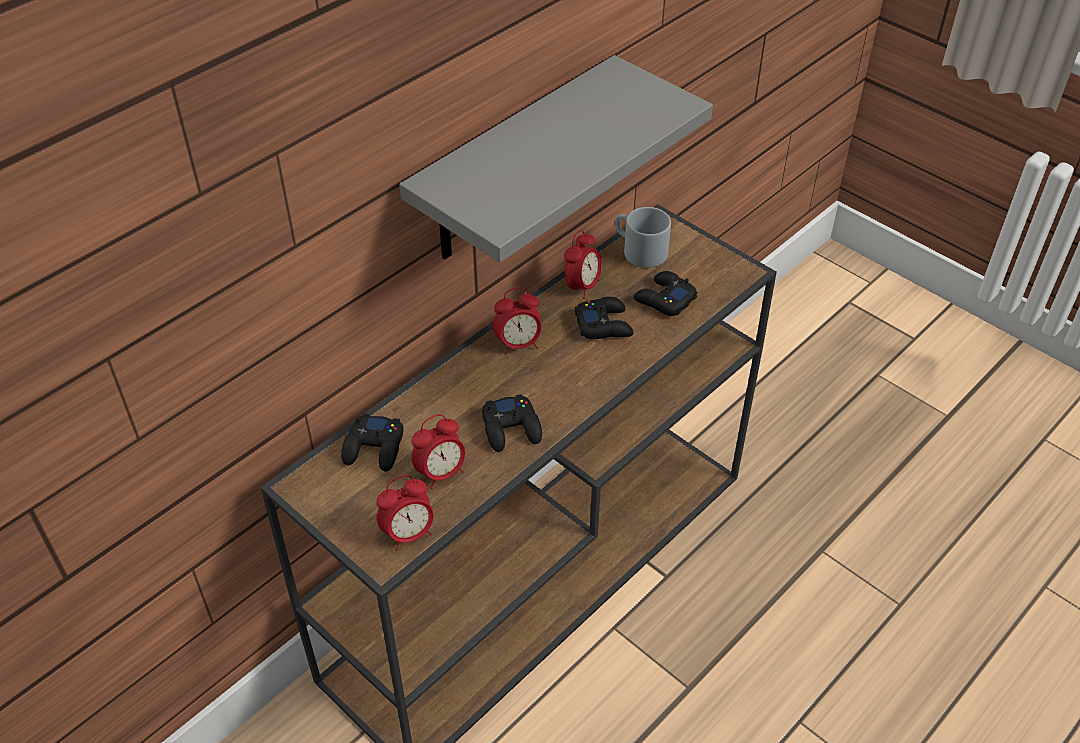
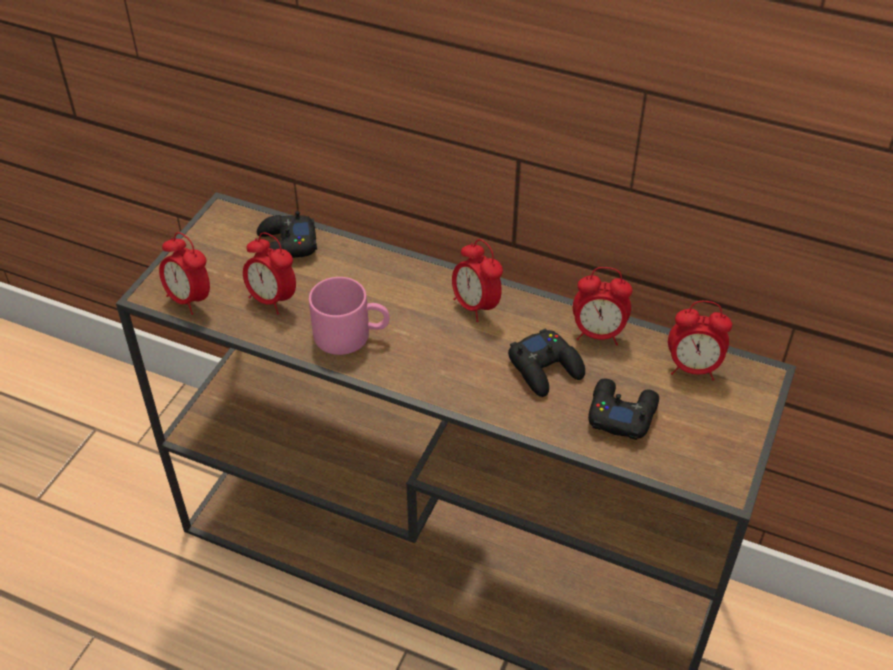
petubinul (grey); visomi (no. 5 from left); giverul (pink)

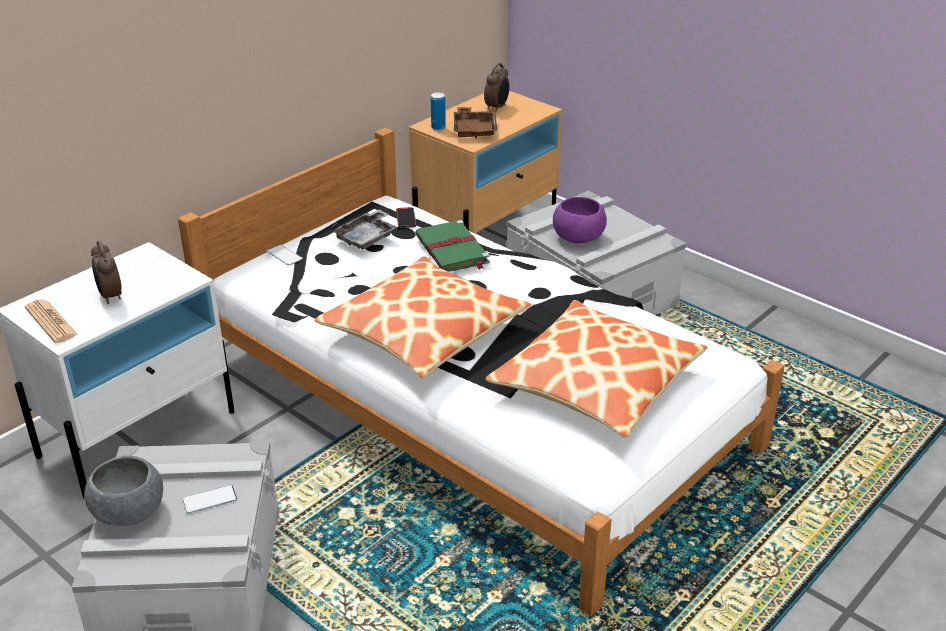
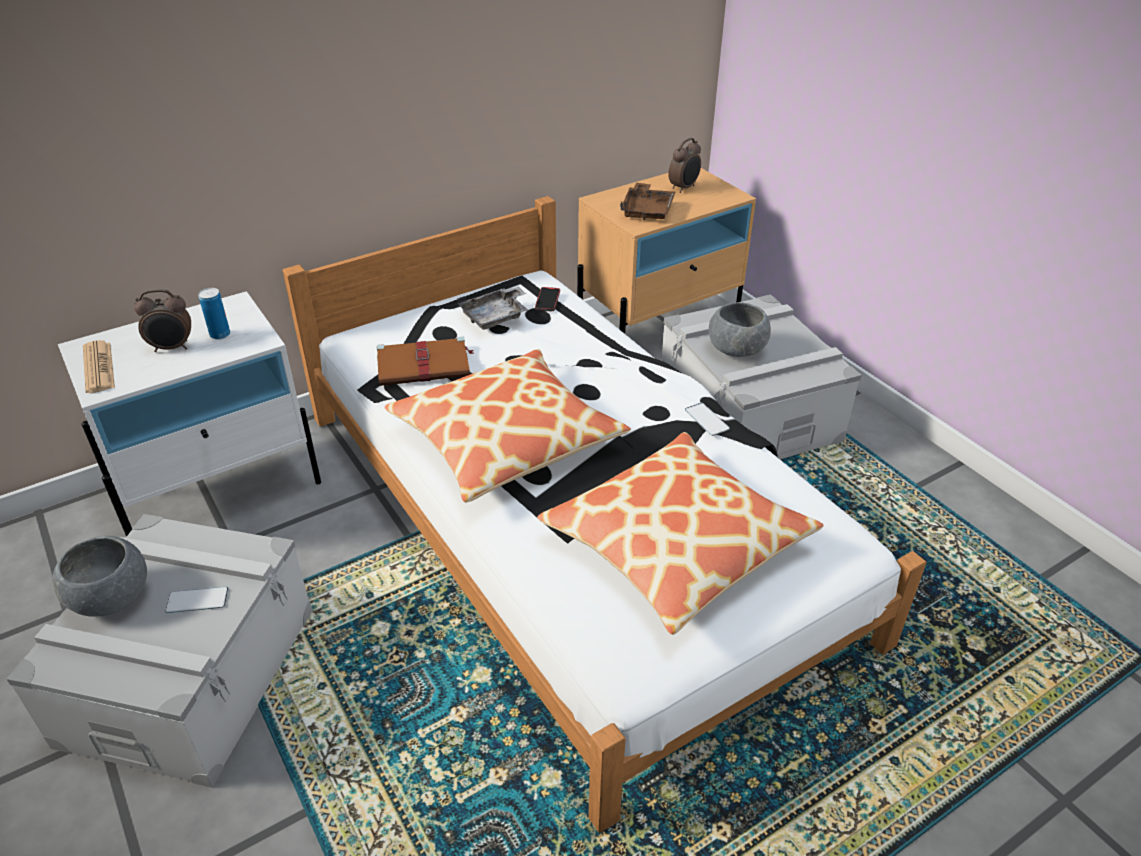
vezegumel; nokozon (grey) (no. 2 from left); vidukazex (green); visomi (no. 1 from left); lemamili (no. 3 from left); vidukazex (brown)

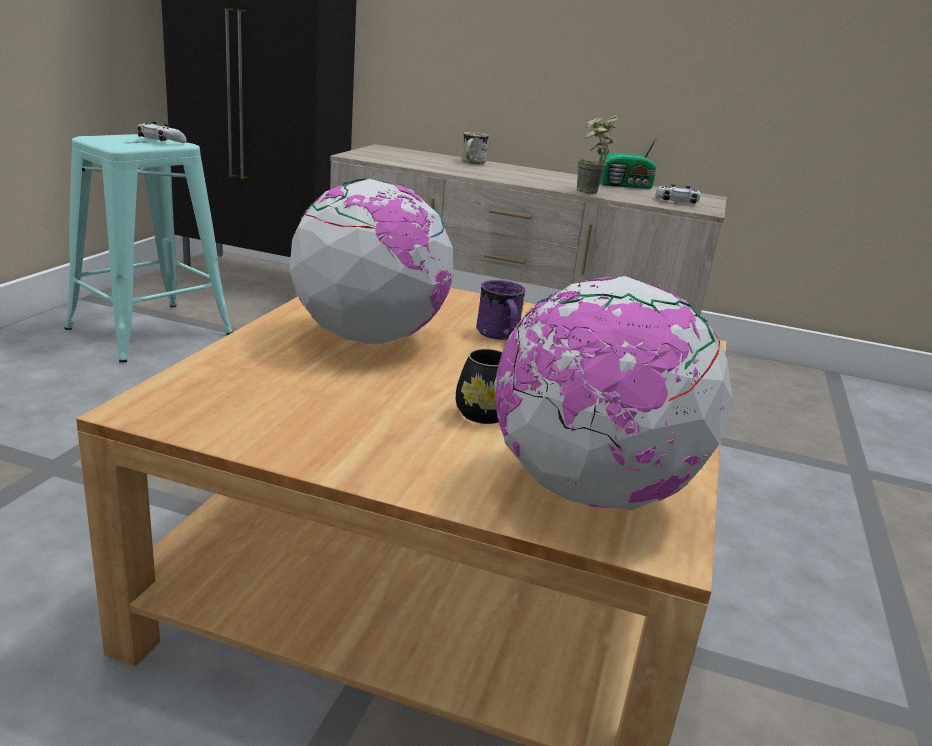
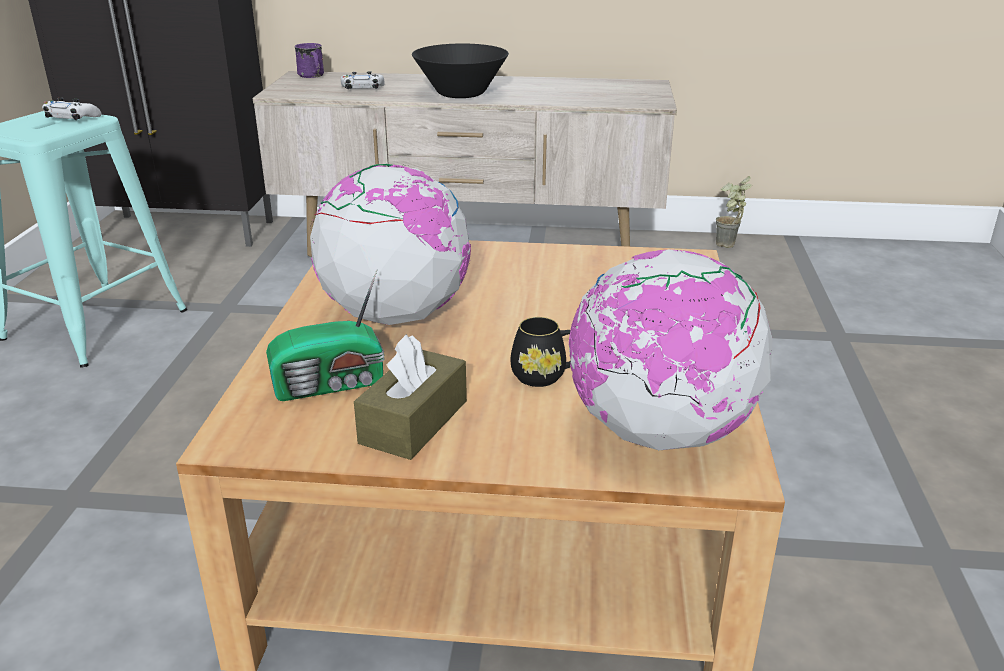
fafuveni; giverul (white); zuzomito; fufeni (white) (no. 2 from left); giverul (purple); nokozon (black); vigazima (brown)

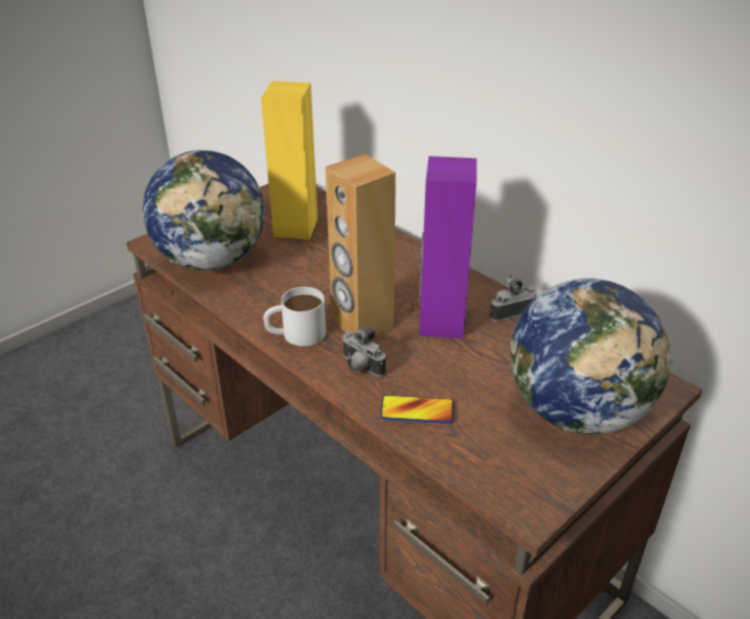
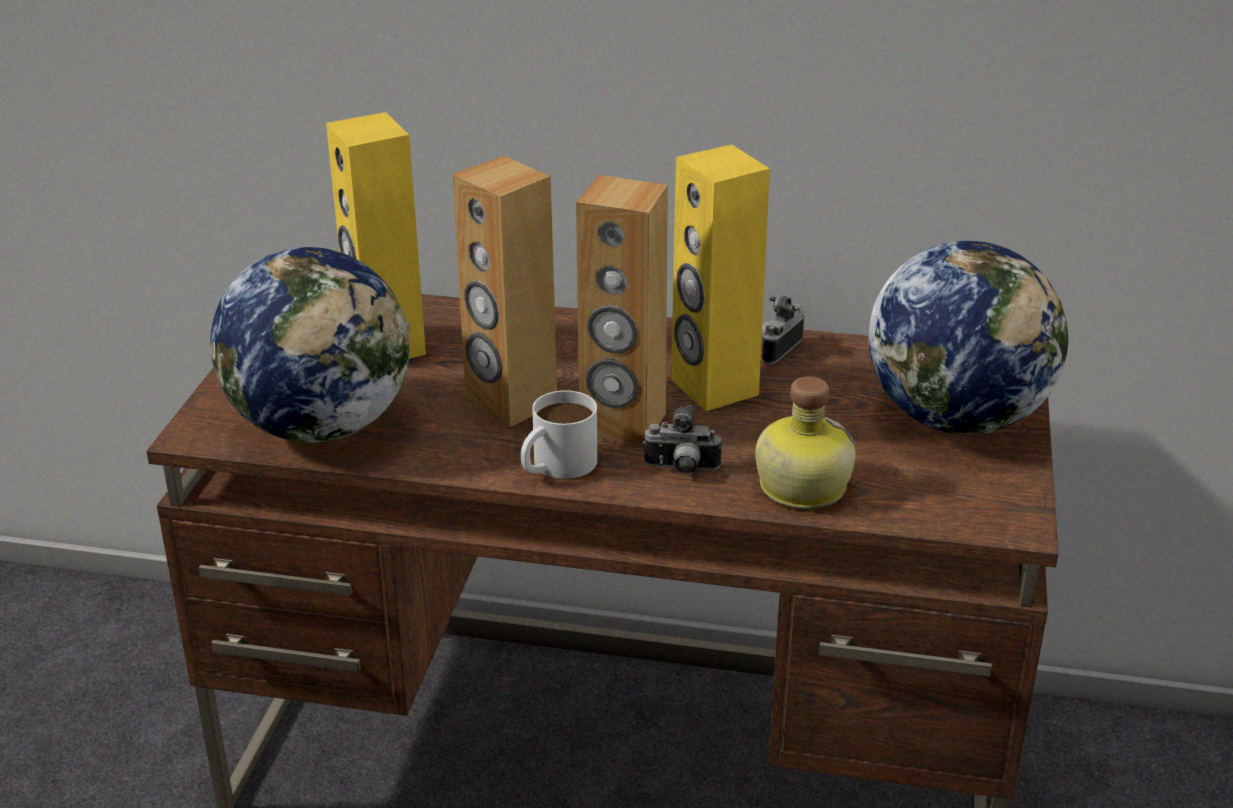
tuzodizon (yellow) (no. 2 from left); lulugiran; tuzodizon (brown) (no. 1 from left)

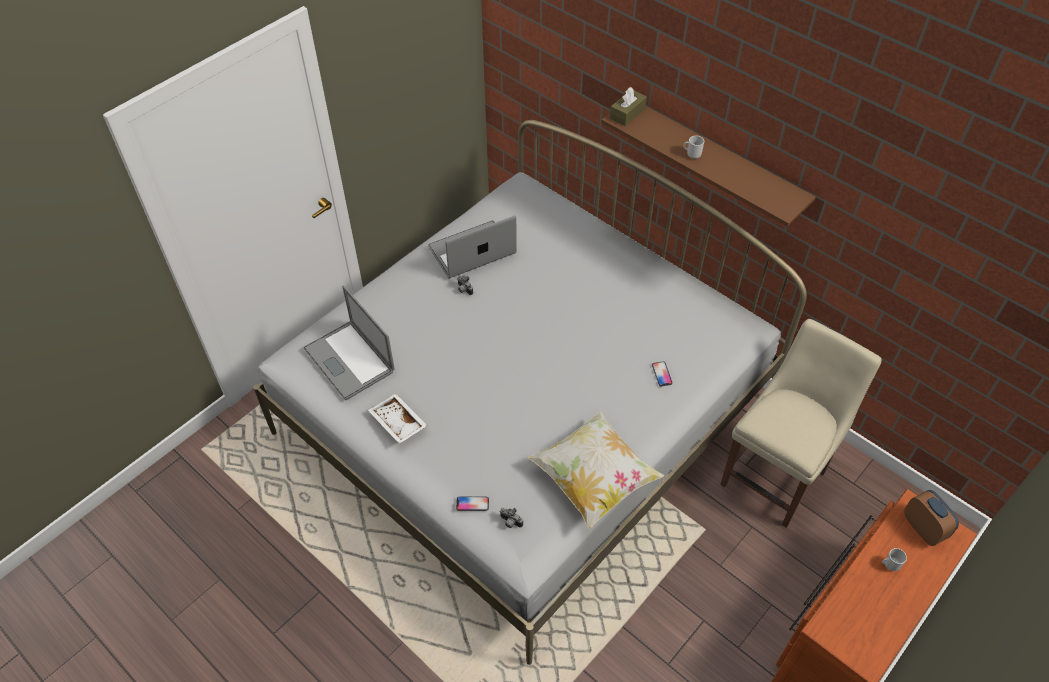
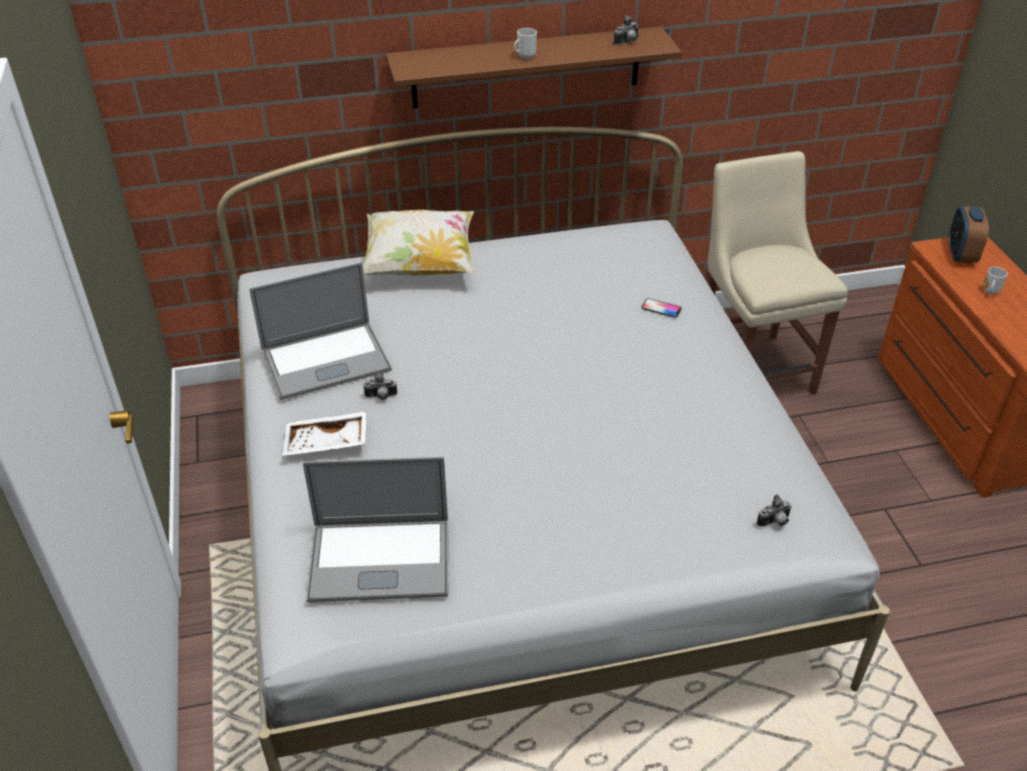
vigazima (brown); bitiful (no. 1 from left); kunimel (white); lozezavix; visomi; lemamili (no. 1 from left in the first image); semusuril (no. 2 from left)

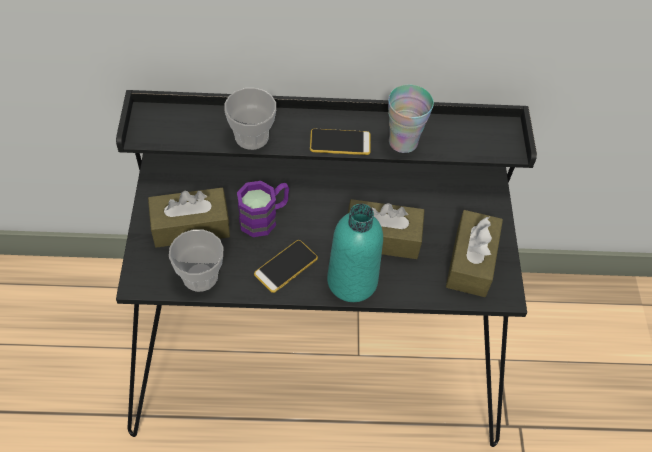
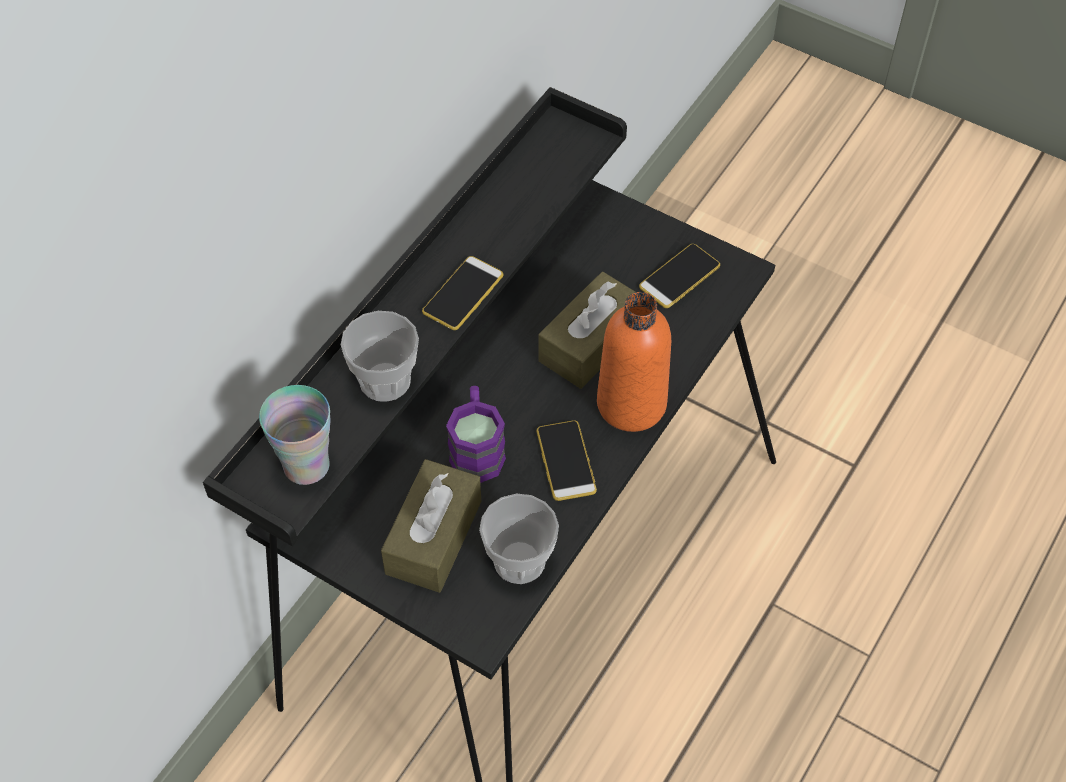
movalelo (no. 1 from left); lulugiran (orange); lemamili (no. 3 from left)

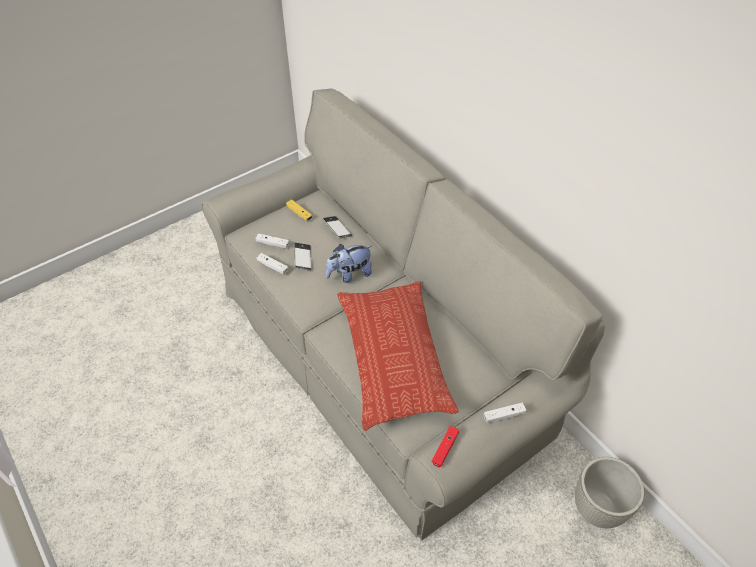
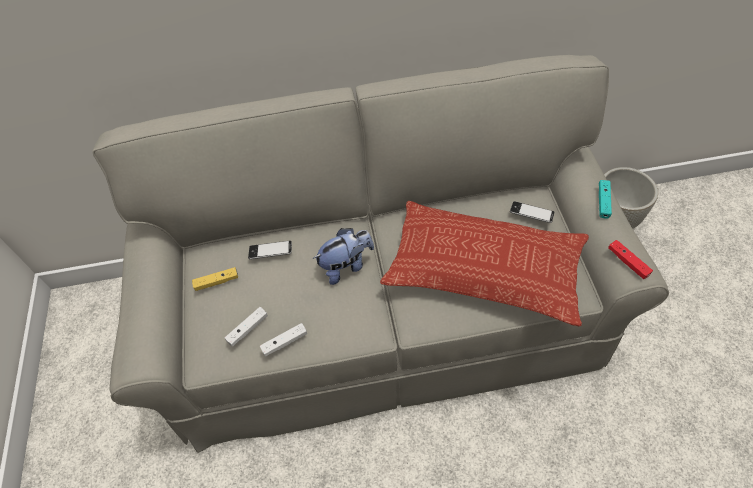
lemamili (no. 2 from left); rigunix; fufeni (turquoise)

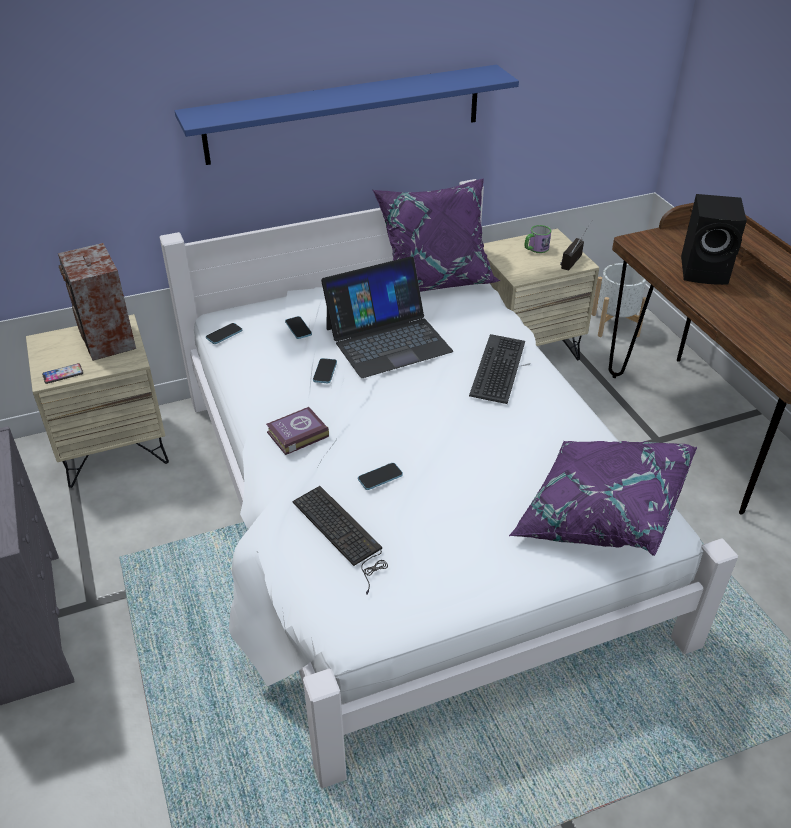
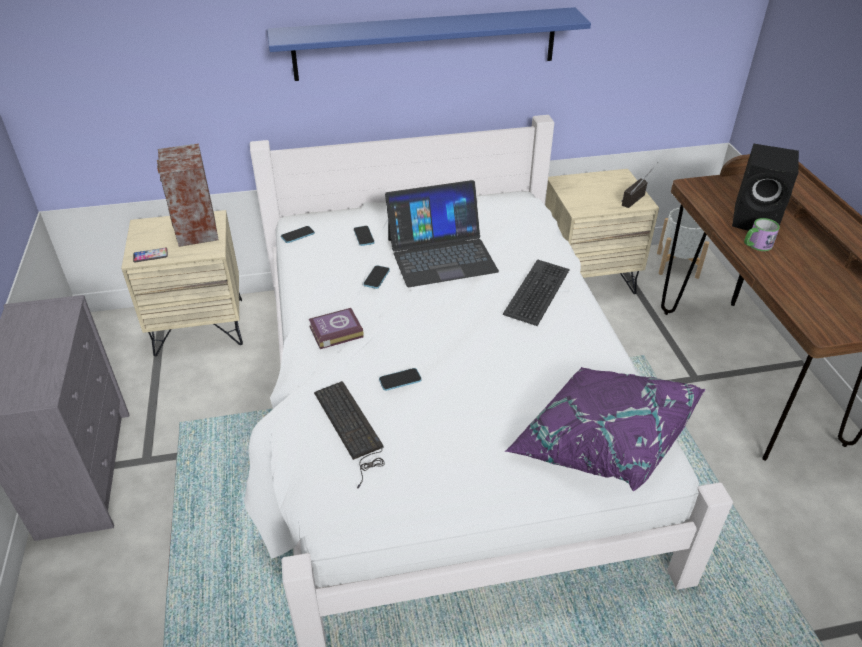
lozezavix (purple) (no. 1 from left in the first image); giverul

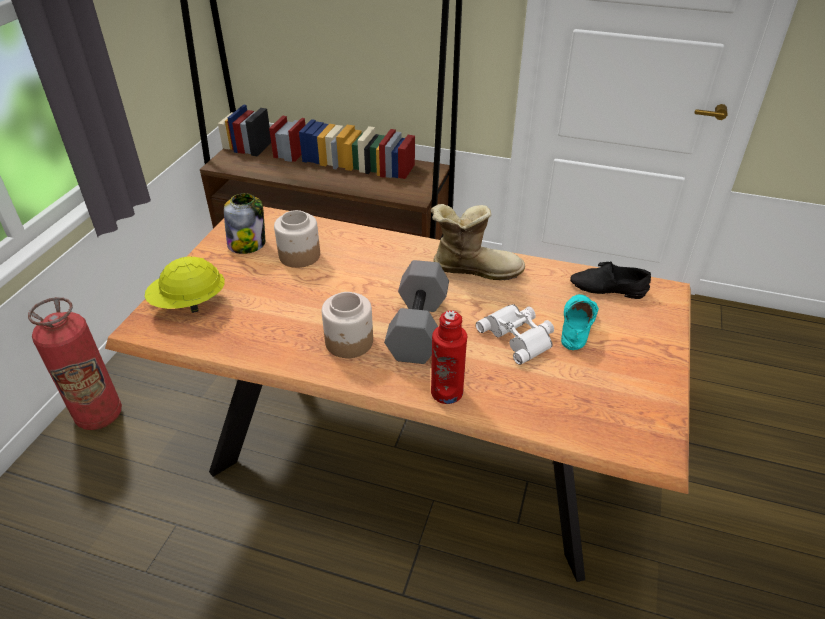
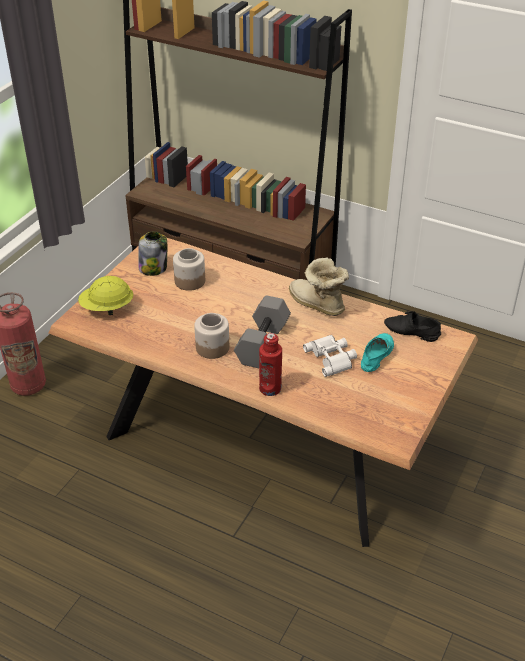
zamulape

